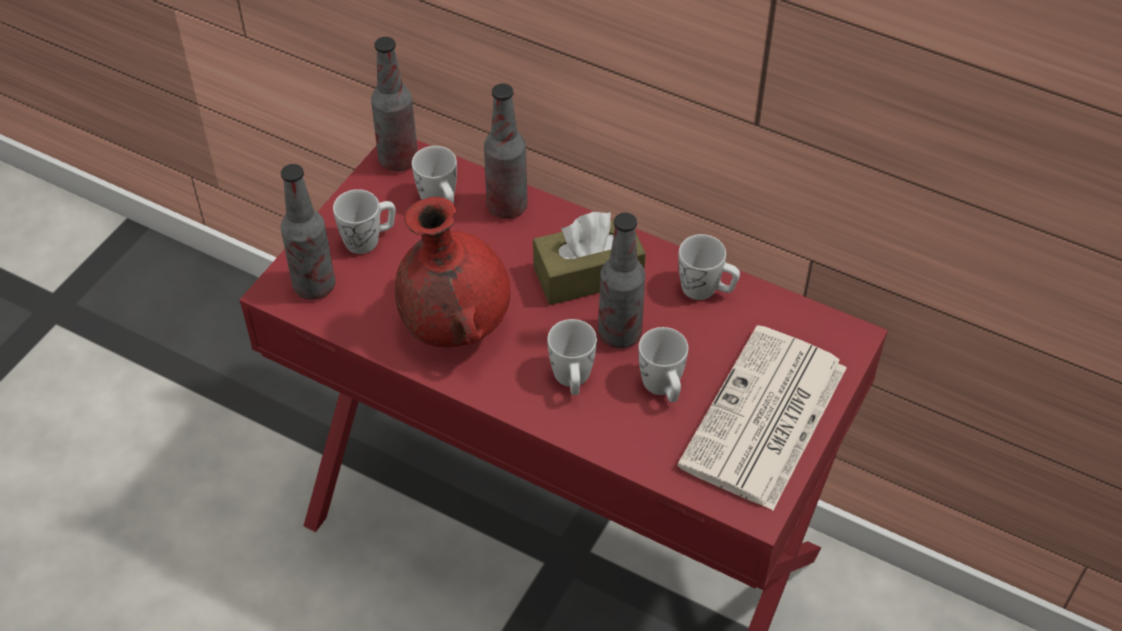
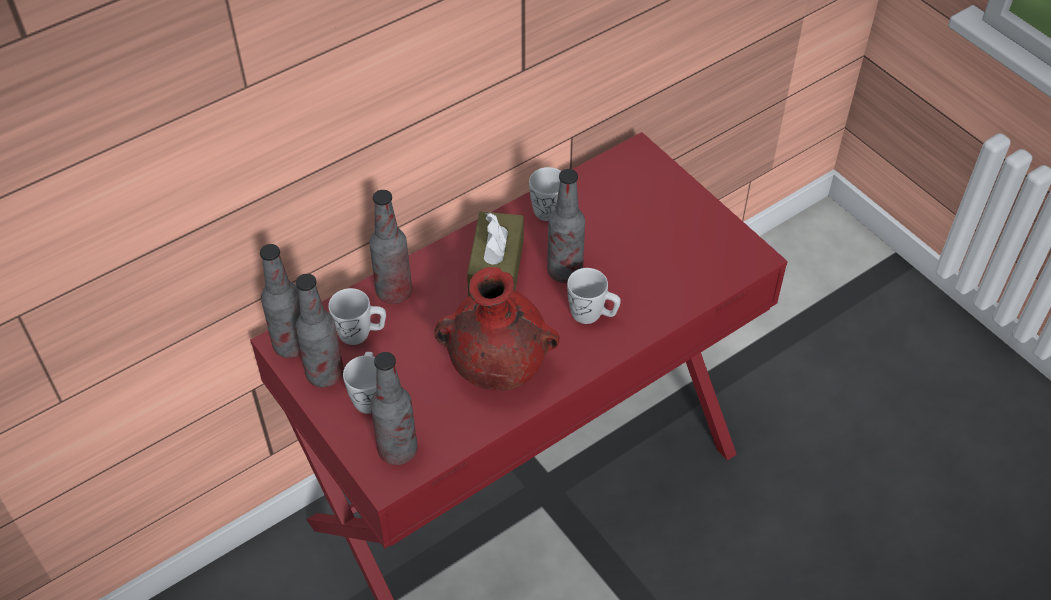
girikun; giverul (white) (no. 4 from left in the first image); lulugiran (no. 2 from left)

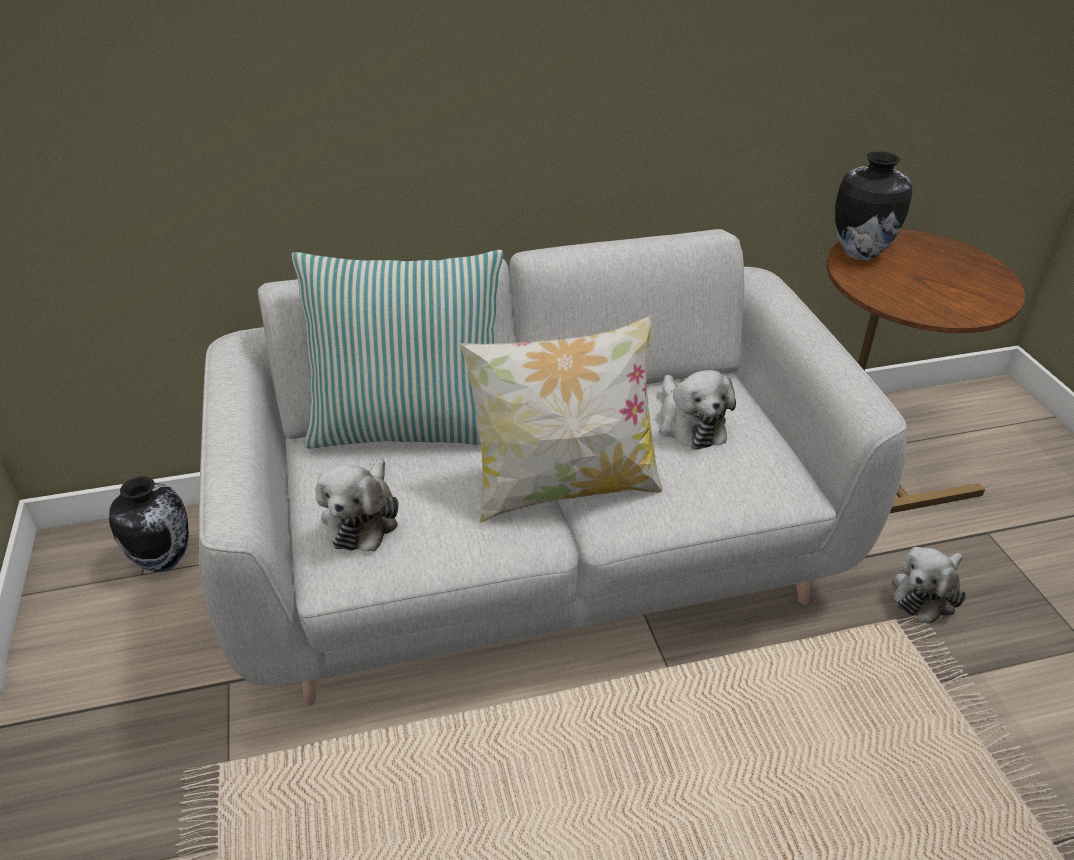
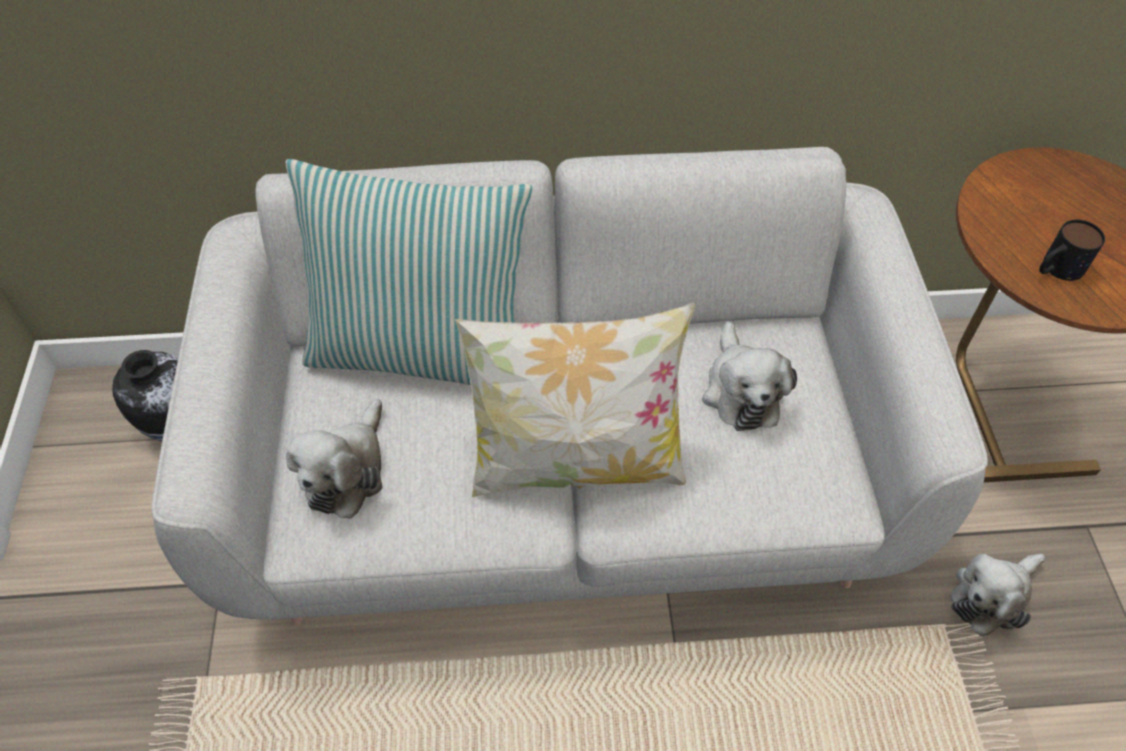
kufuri (no. 2 from left in the first image); giverul

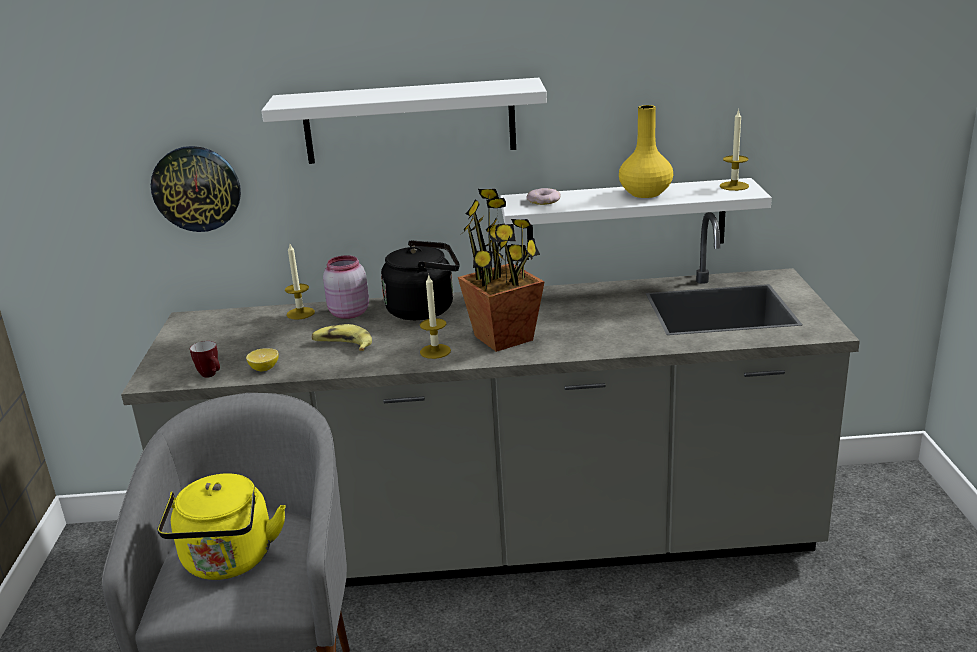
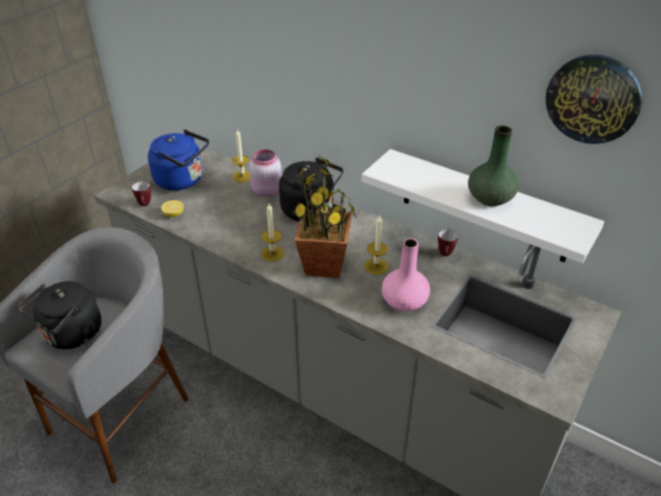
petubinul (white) (no. 1 from left in the first image); kufuri (green); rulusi (no. 3 from left); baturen; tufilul; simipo; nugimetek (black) (no. 1 from left); nugimetek (blue); giverul (no. 2 from left); kufuri (pink)

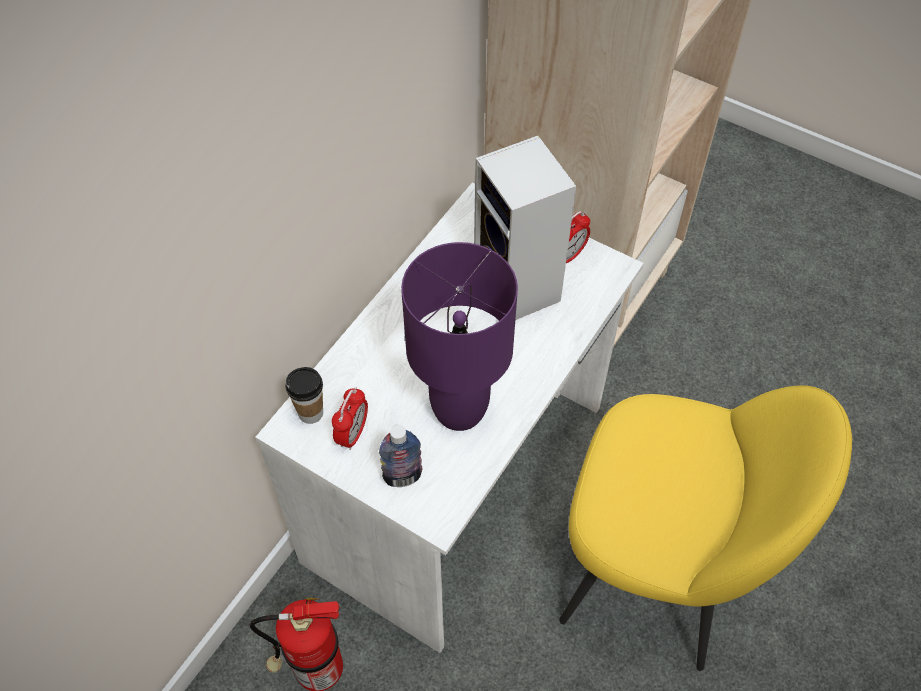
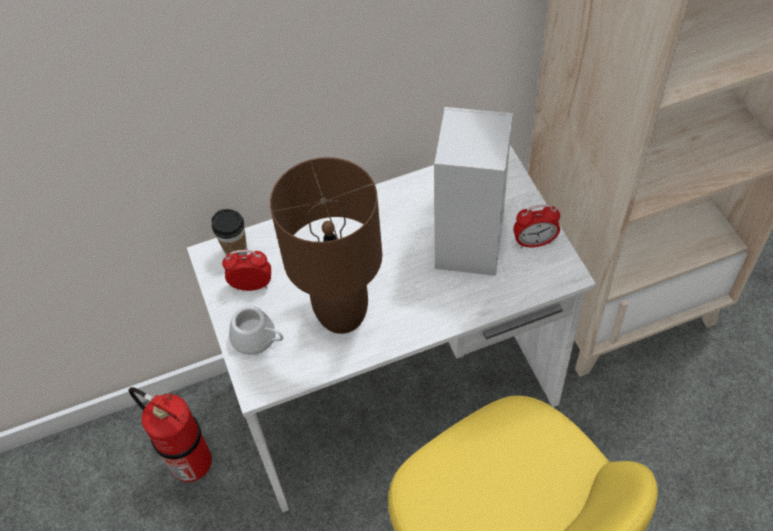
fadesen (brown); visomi (no. 1 from left); giverul (white)

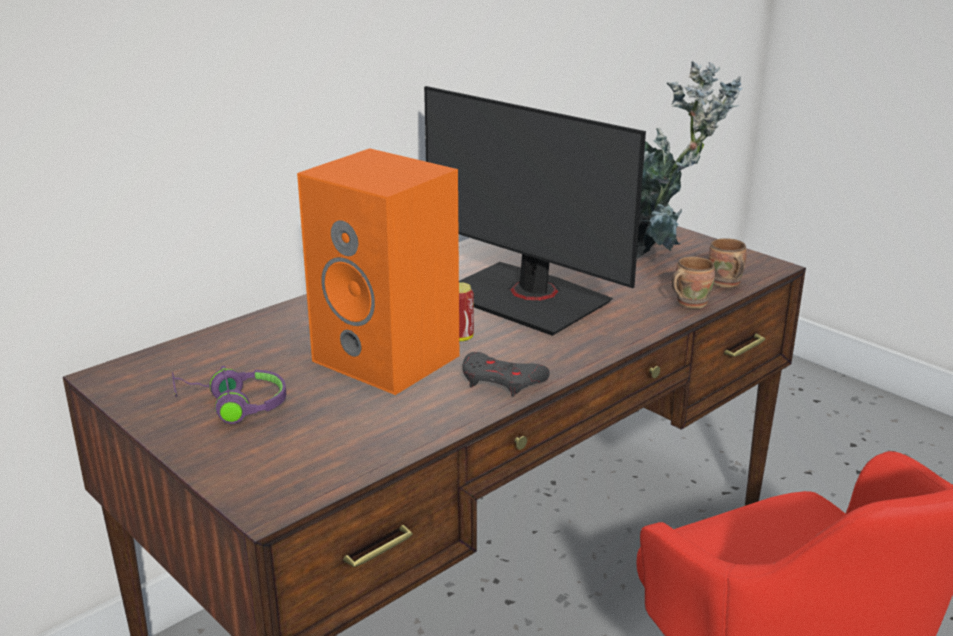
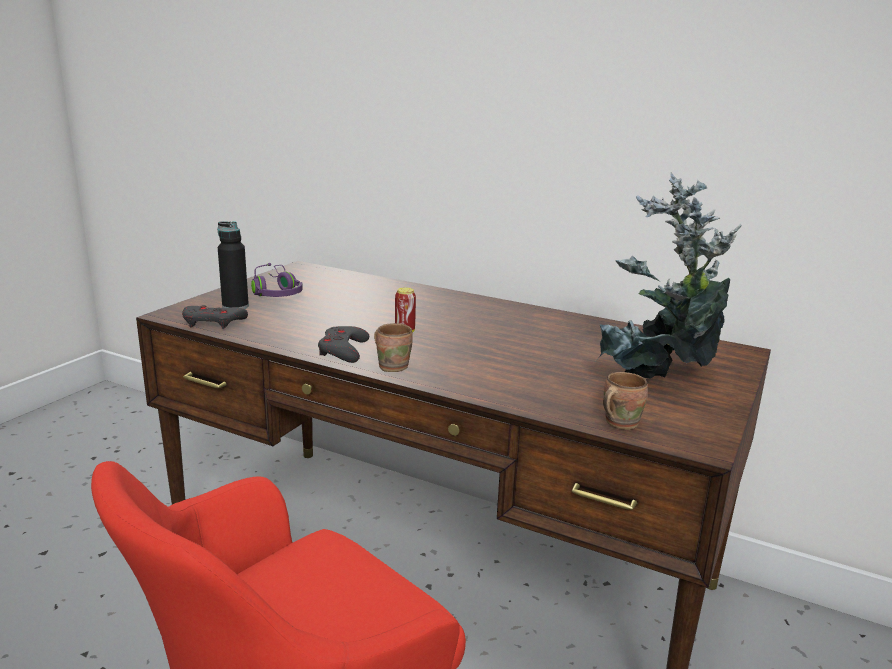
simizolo; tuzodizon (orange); giverul (brown) (no. 1 from left); lulugiran (black); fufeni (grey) (no. 1 from left)

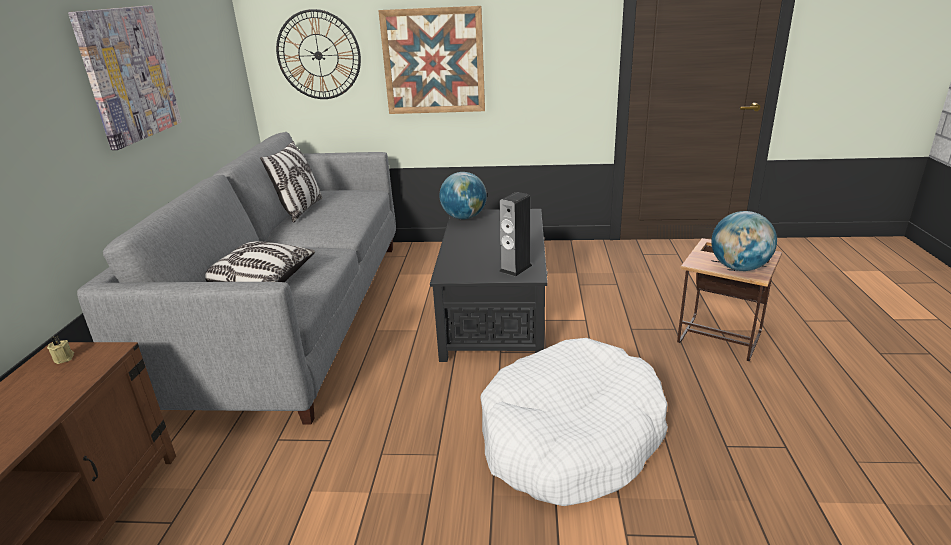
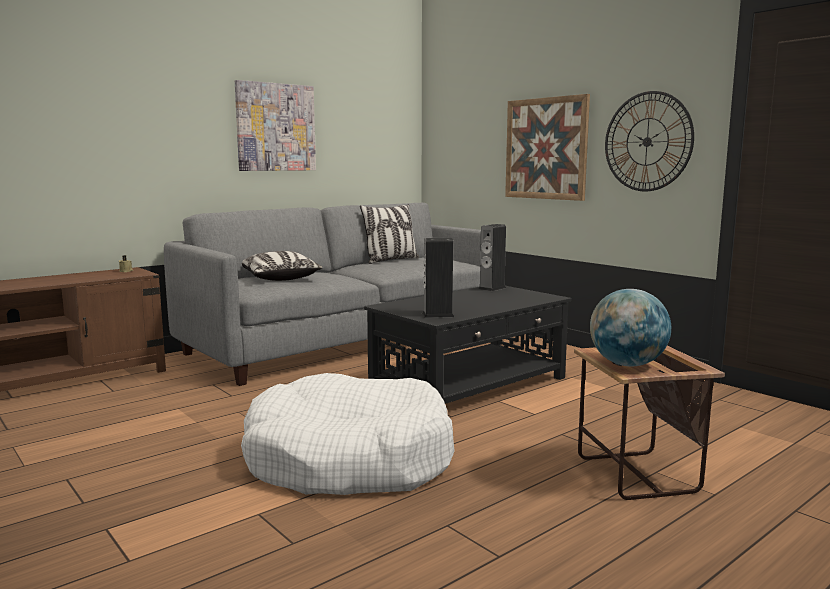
baturen; tuzodizon (no. 2 from left)

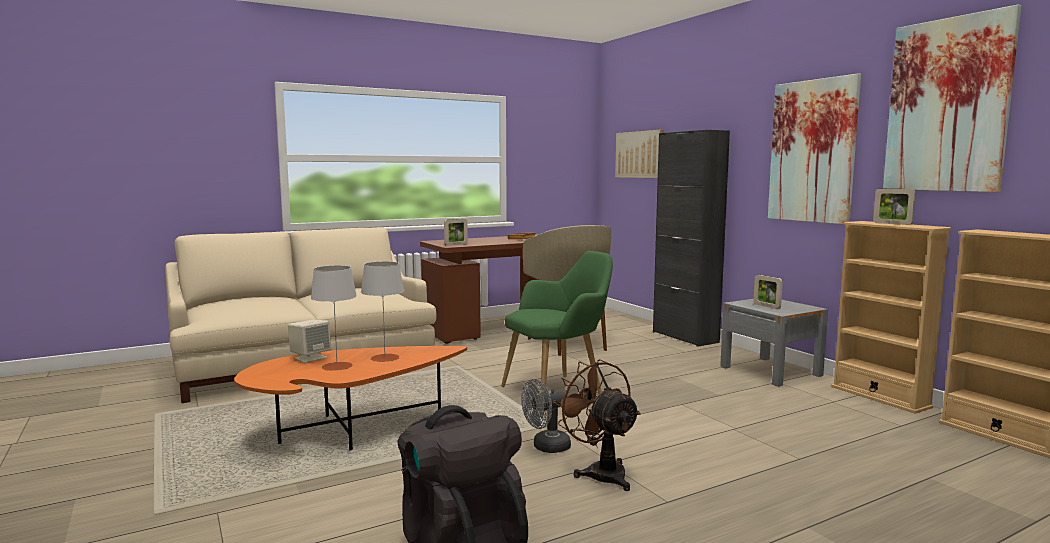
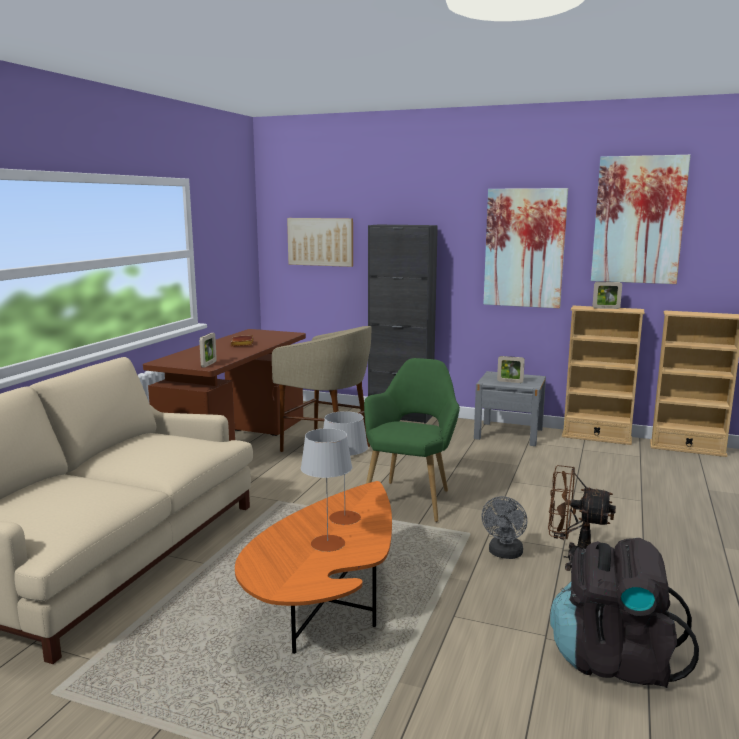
tuzodizon (beige)

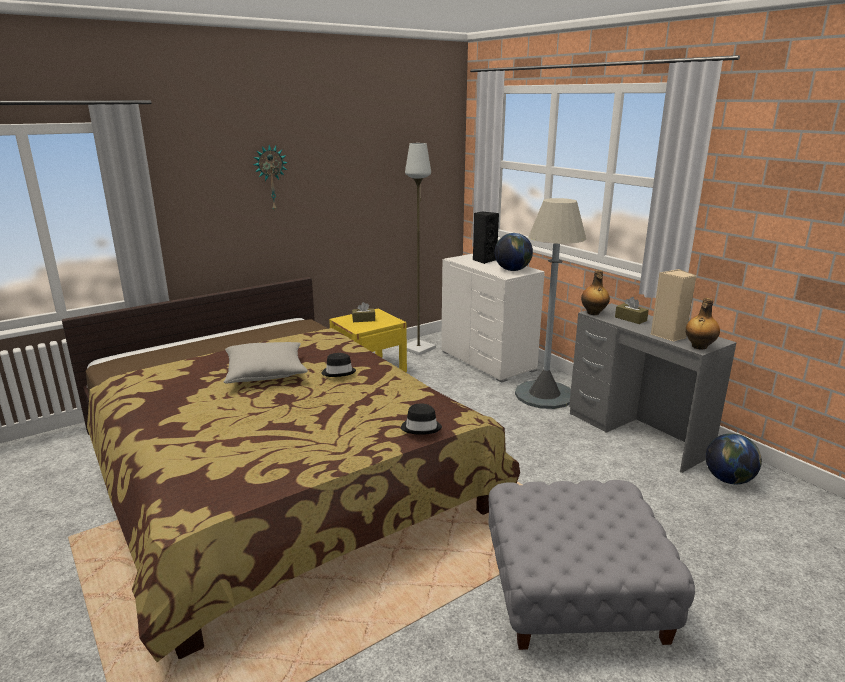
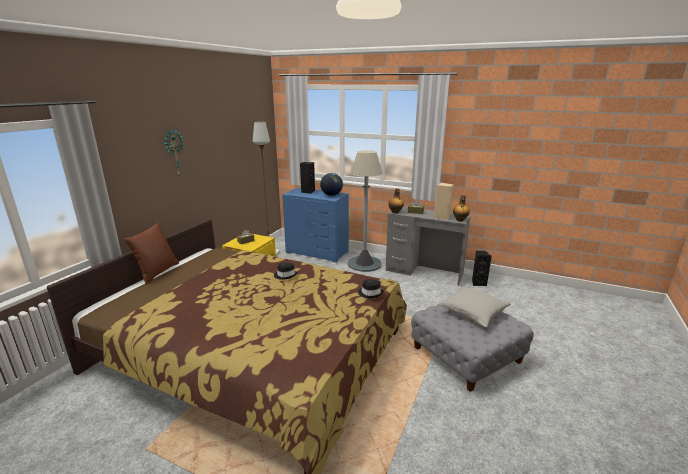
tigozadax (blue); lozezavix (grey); tuzodizon (black) (no. 2 from left); lozezavix (brown)

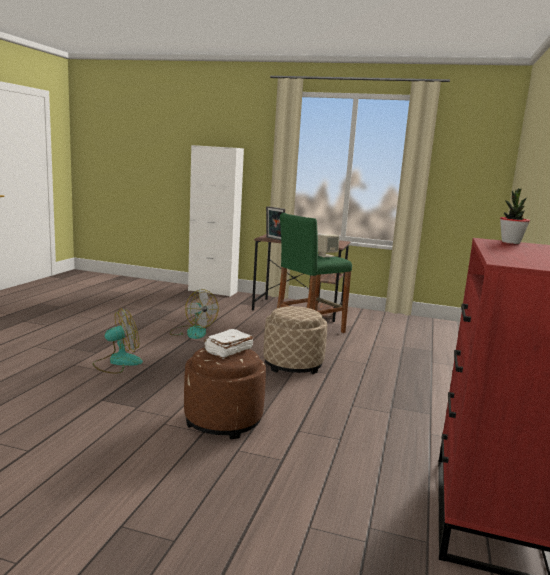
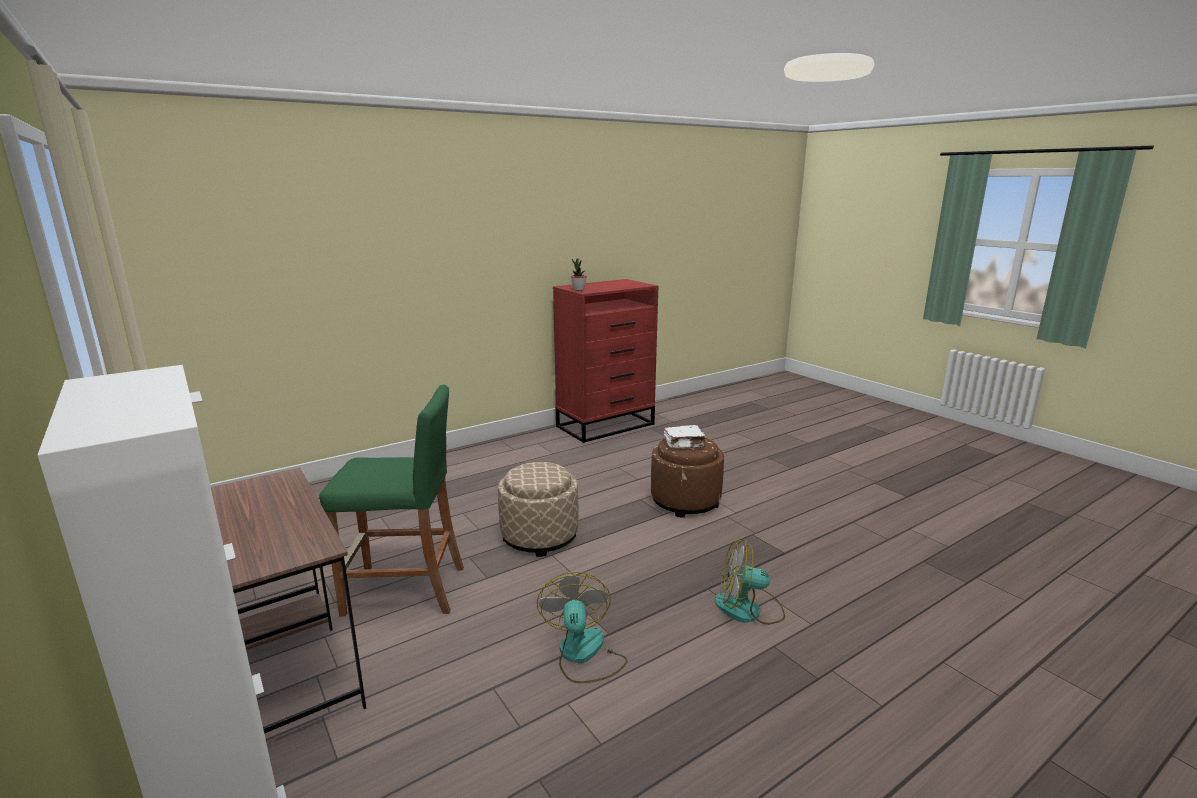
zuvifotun; tuzodizon (beige)

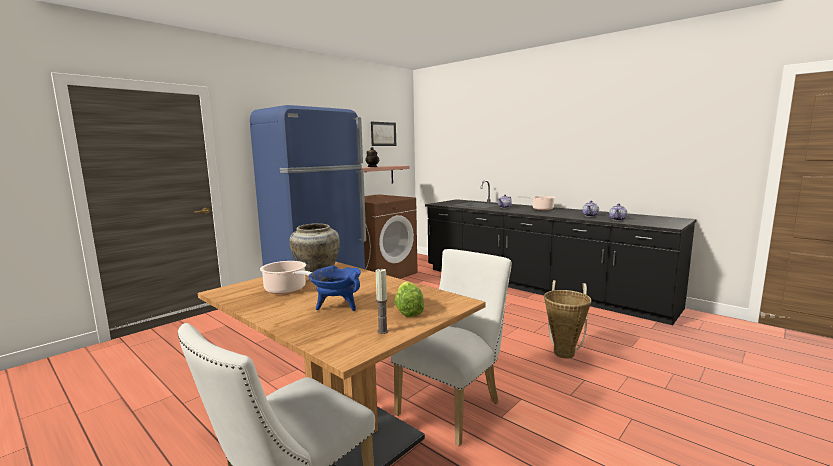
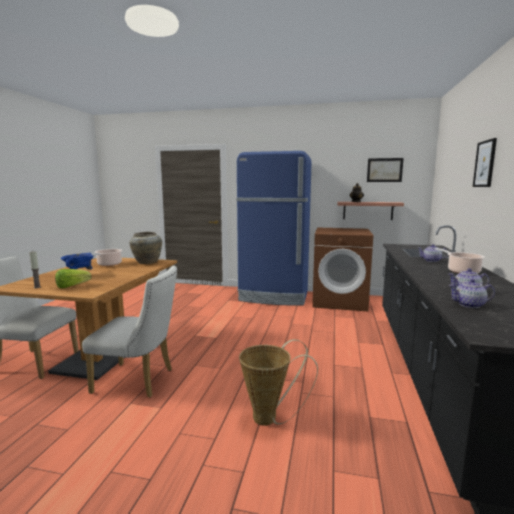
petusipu (no. 2 from left)

